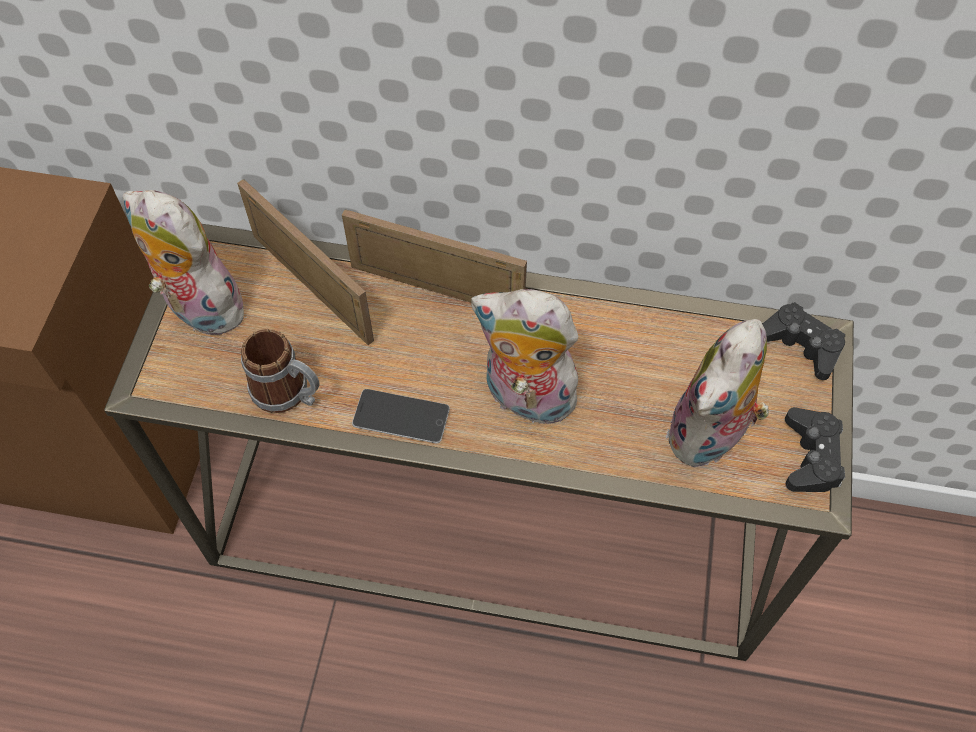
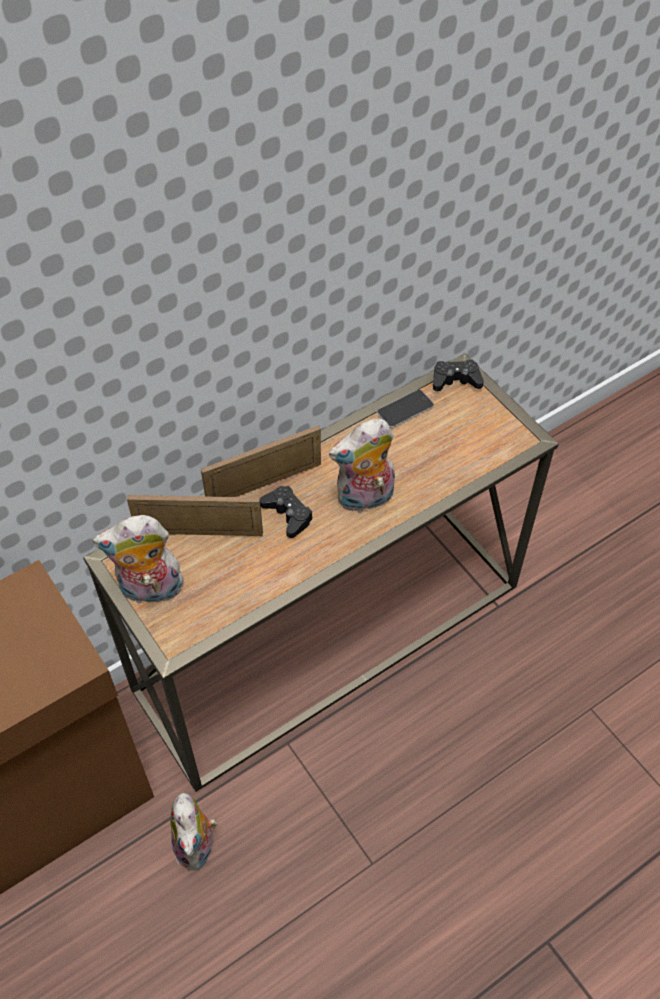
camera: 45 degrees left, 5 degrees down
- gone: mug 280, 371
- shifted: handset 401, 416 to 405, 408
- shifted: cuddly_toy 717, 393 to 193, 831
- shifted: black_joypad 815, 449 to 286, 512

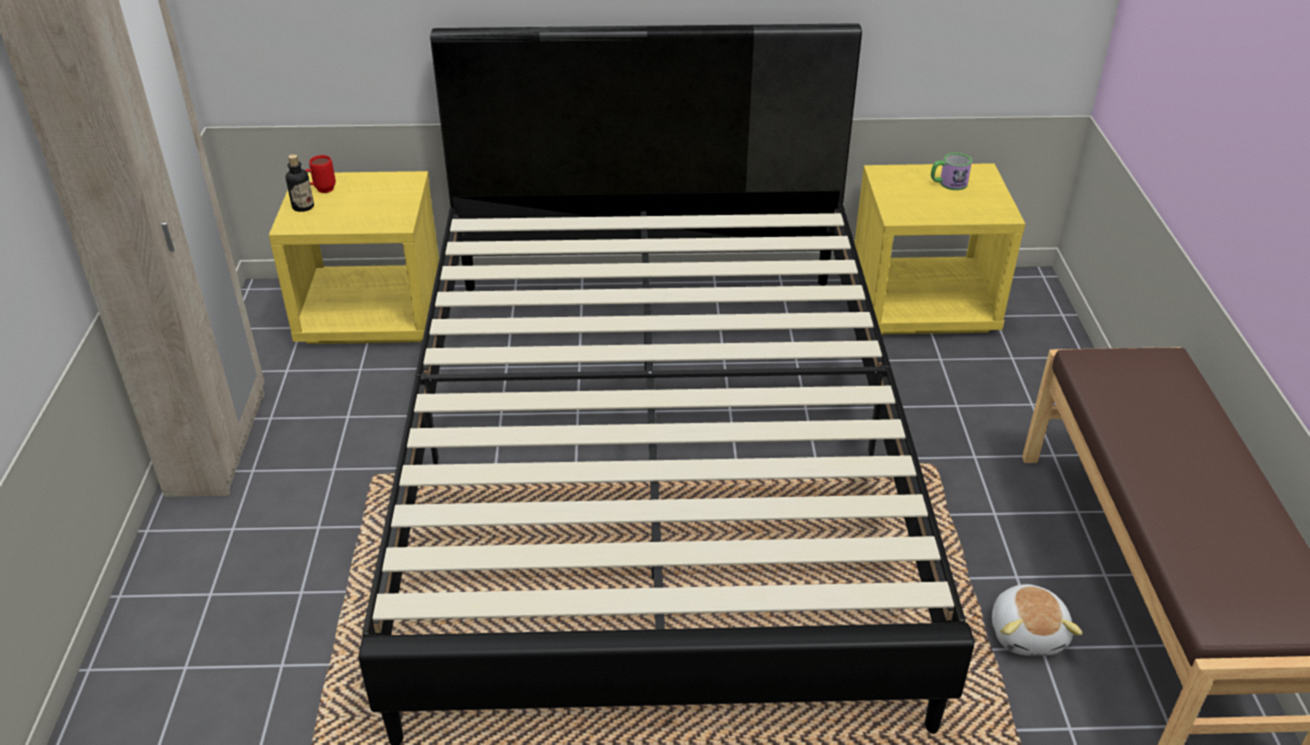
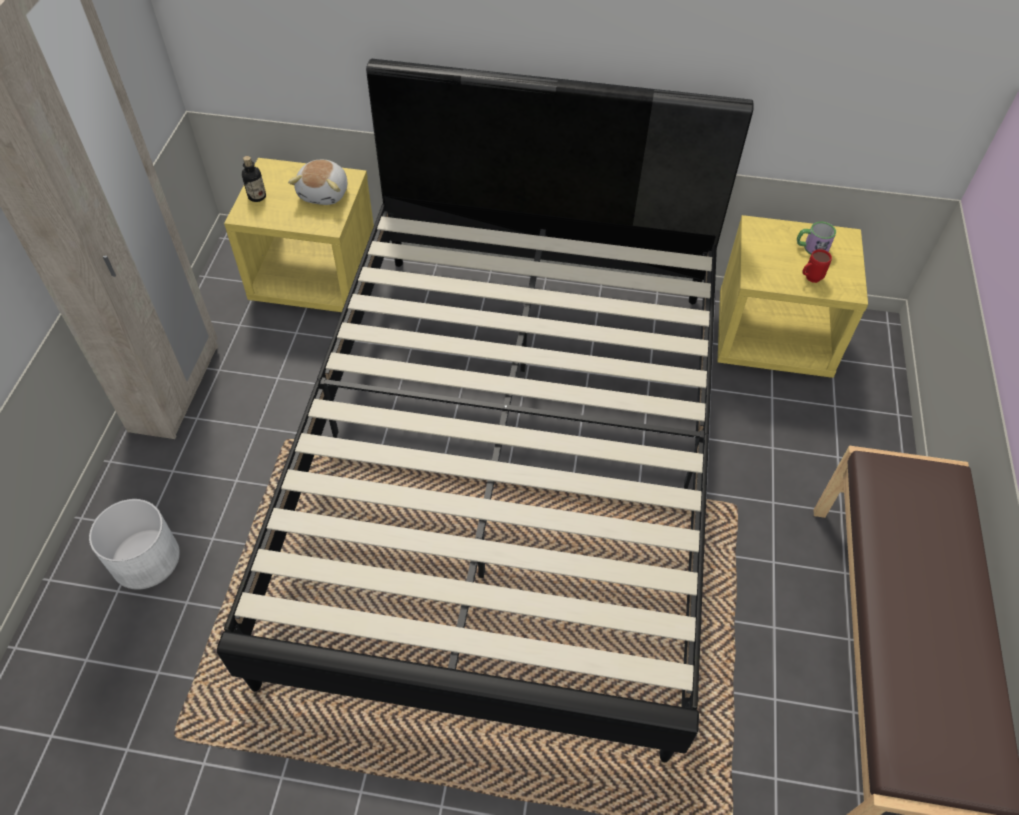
camera: 10 degrees right, 15 degrees up
- new: white-coloured_flower_pot 134, 544
- shifted: red-coloured_mug 320, 174 to 817, 266
- shifted: cuddly_toy 1037, 620 to 317, 182

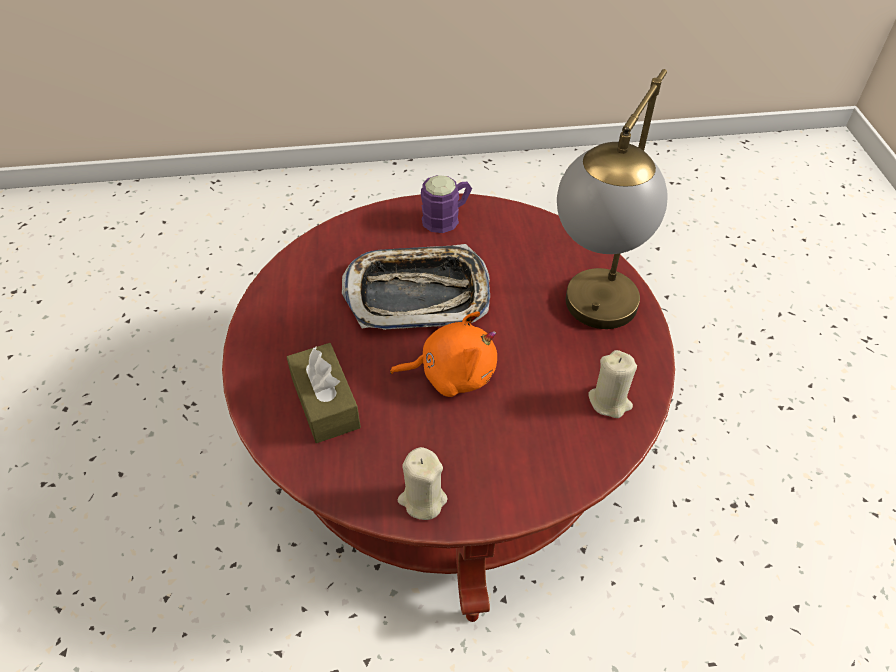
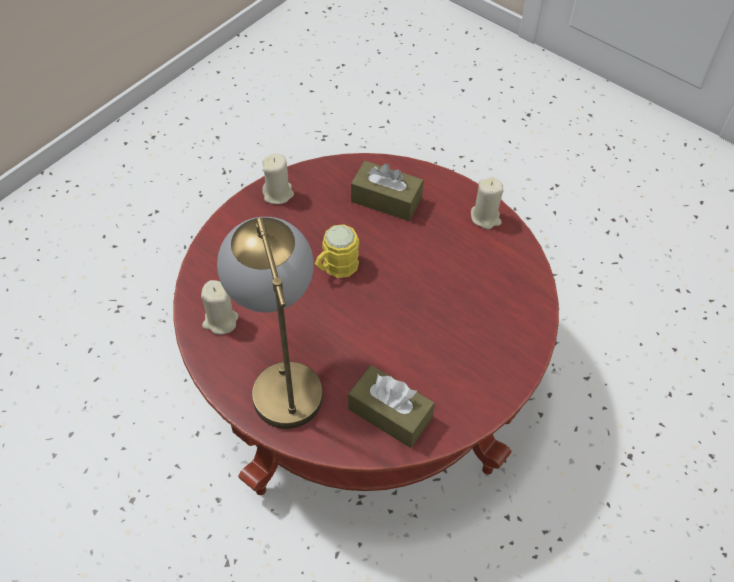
camera: 135 degrees right, 5 degrees up
- gone: carrying_tray 416, 287
- gone: purple_mug 446, 204
- new: brown_box_of_tissues 391, 406
- new: beige_wax_candle 487, 203
- swapped: orangey_cuddly_toy 443, 354 to yellow_mug 337, 251

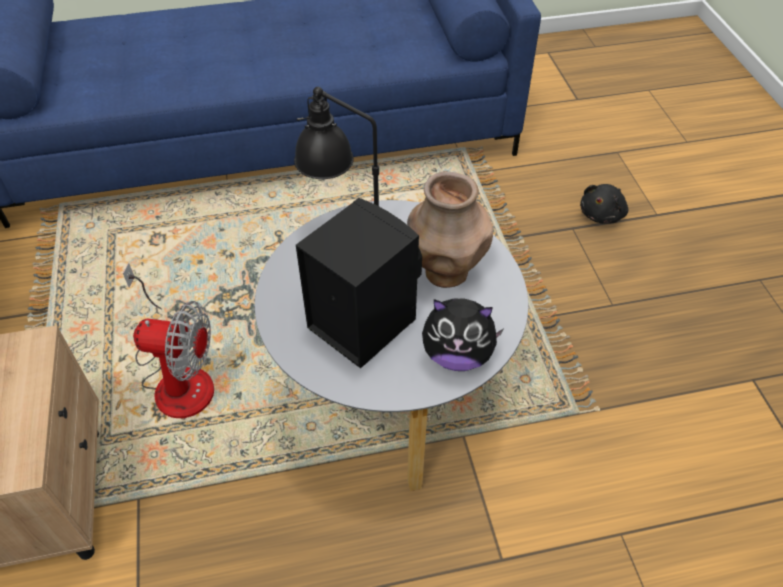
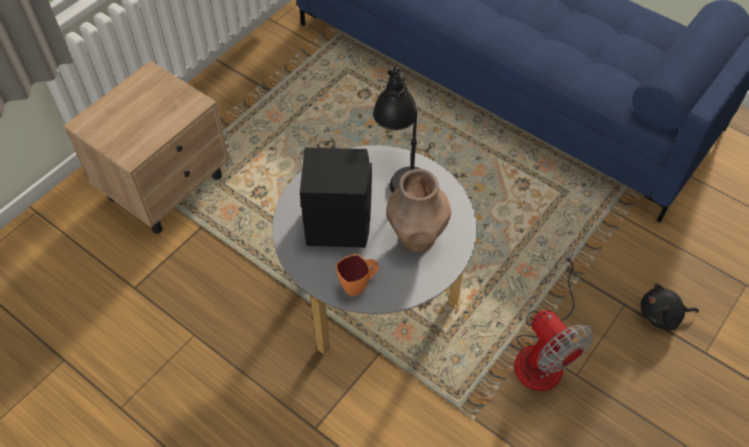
camera: 50 degrees right, 5 degrees up
- shifted: cooling_fan 168, 340 to 554, 320
- swapped: cuddly_toy 463, 334 to orangey_mug 357, 275

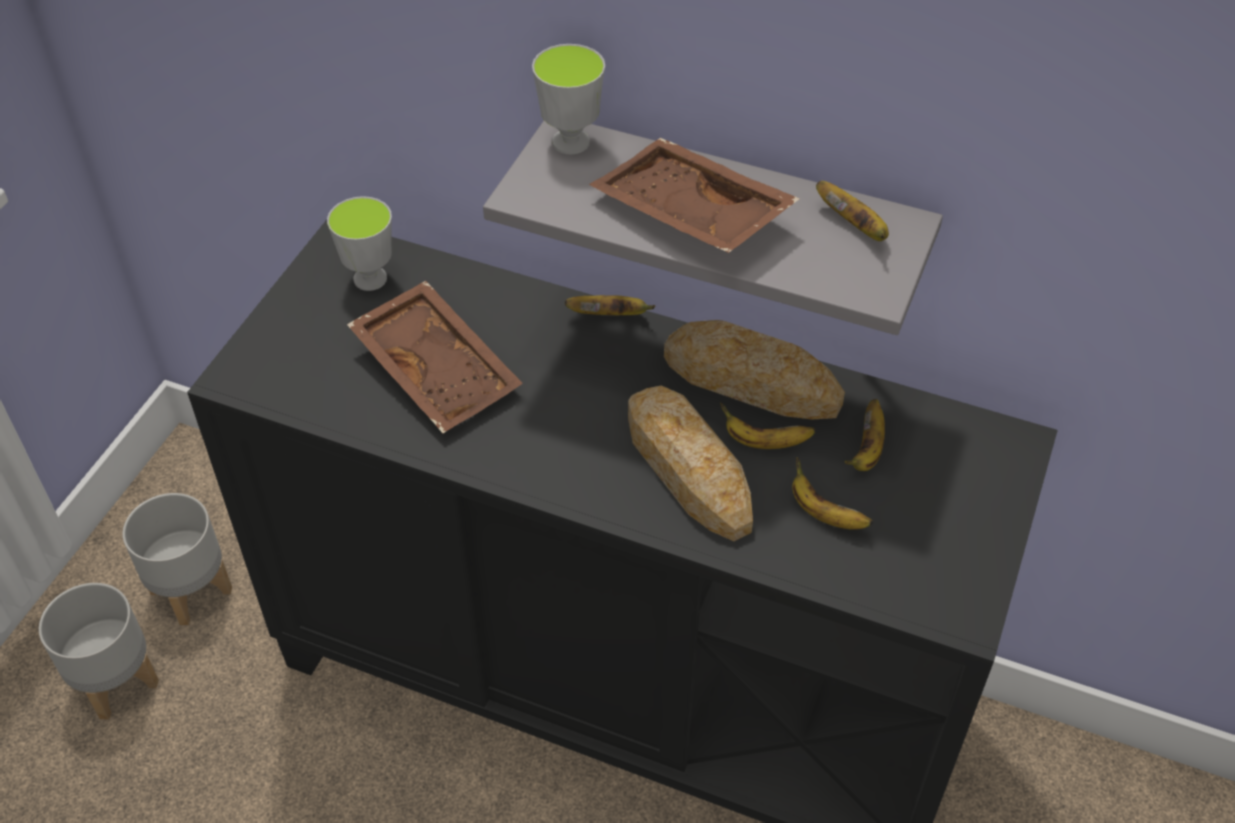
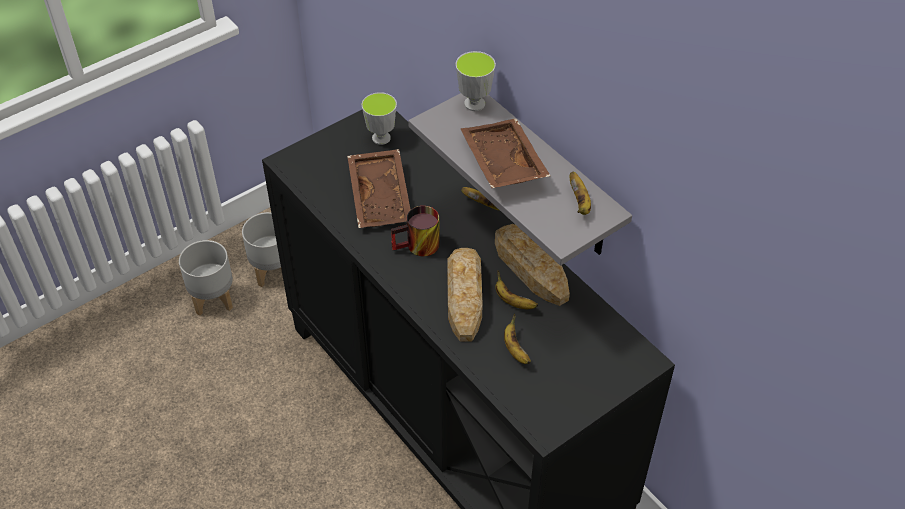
camera: 30 degrees right, 0 degrees up
- gone: whole_banana 865, 435
- new: mug 415, 231

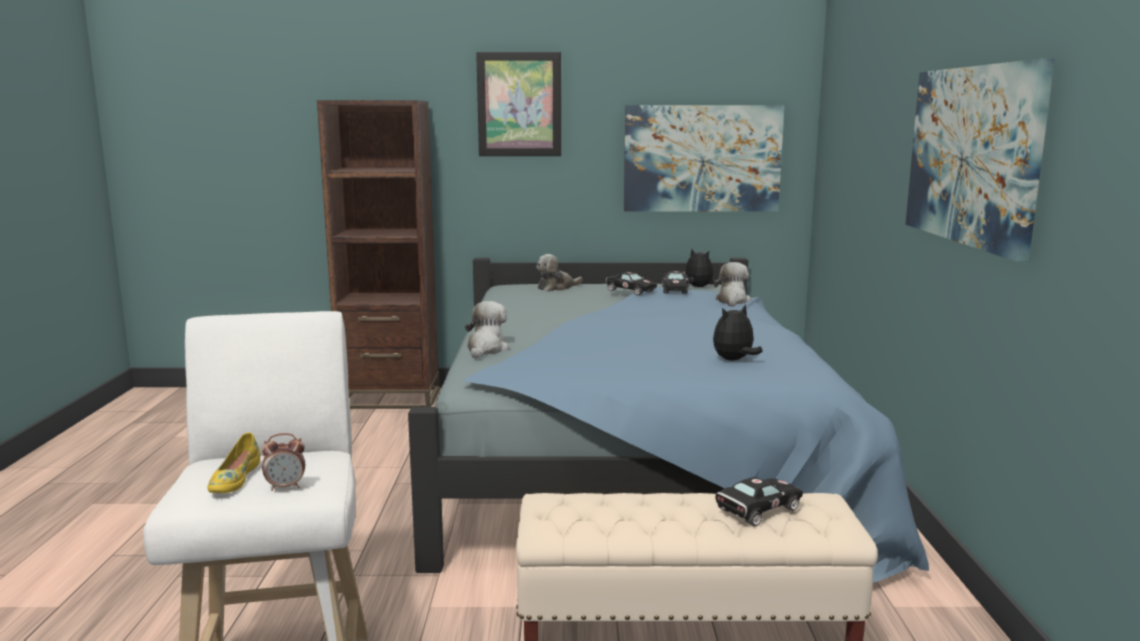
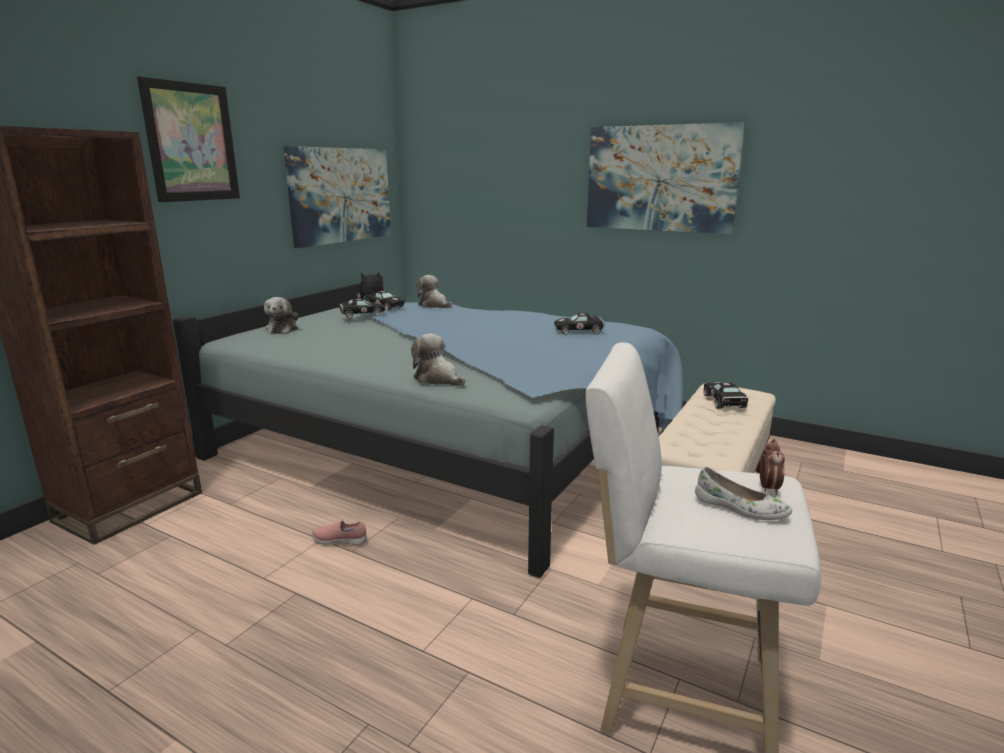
camera: 60 degrees left, 5 degrees up
- new: pinkish_low_shoe 339, 532
- swapped: cuddly_toy 738, 332 to black_toy_car 579, 324
- repainted: yellow_low_shoe 233, 462 to white-coloured_low_shoe 743, 493

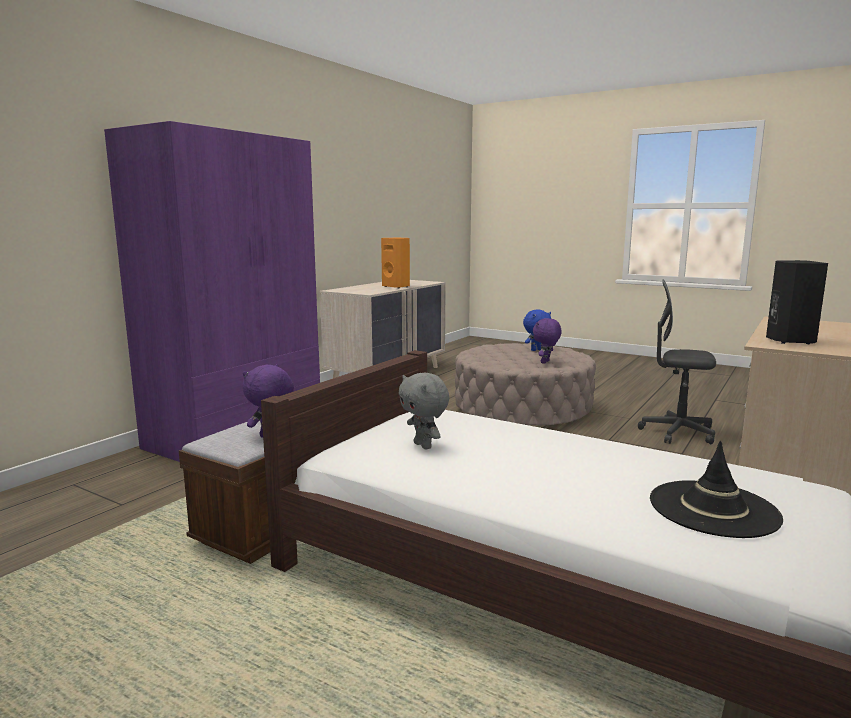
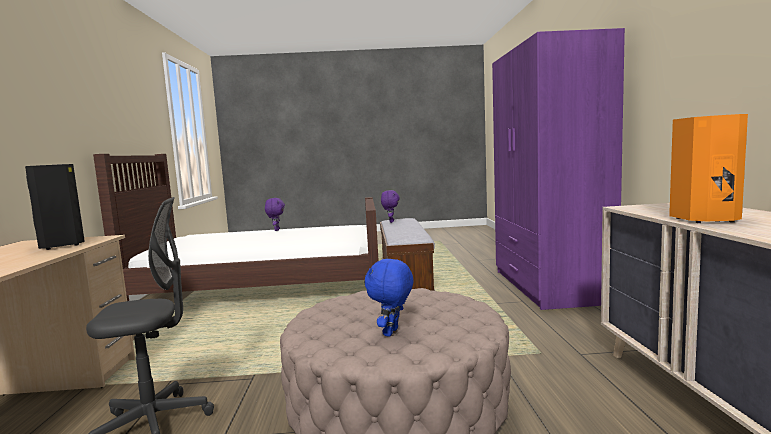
camera: 145 degrees right, 5 degrees down
- gone: greyish_cuddly_toy 424, 411
- gone: black_clothing_hat 716, 489
- shifted: purple_cuddly_toy 547, 341 to 275, 214

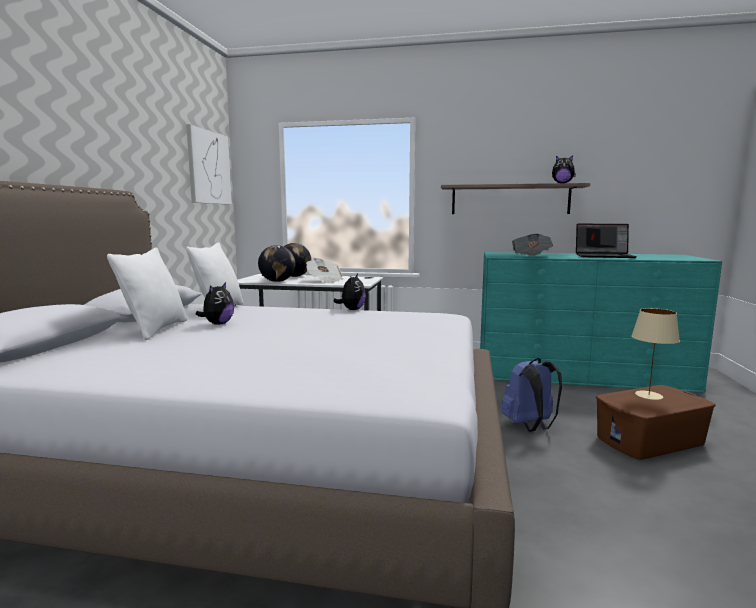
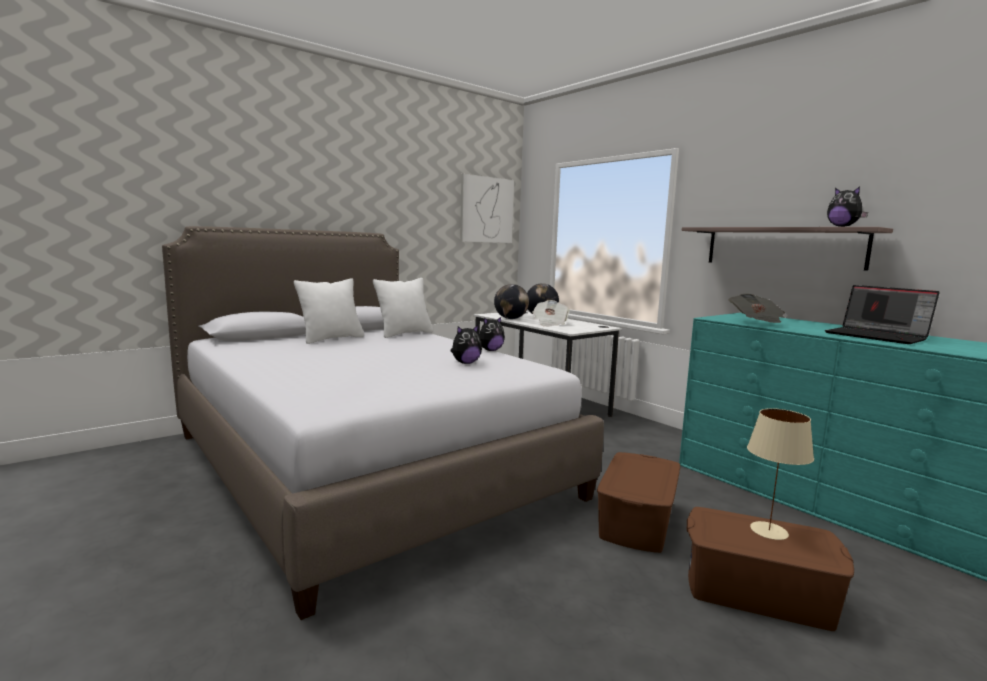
camera: 40 degrees right, 0 degrees up
- shifted: cuddly_toy 215, 303 to 466, 344
- swapped: bluish_rucksack 531, 395 to brown_storage_box 638, 502

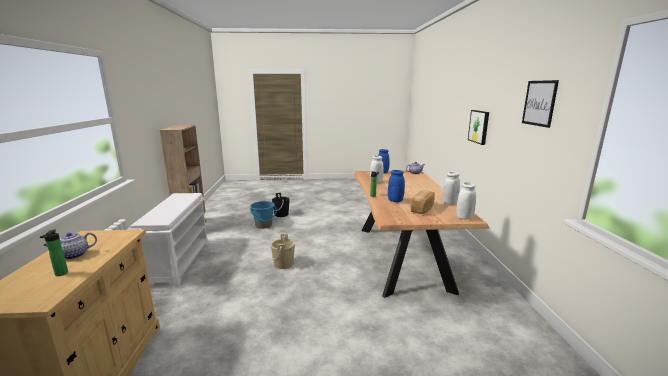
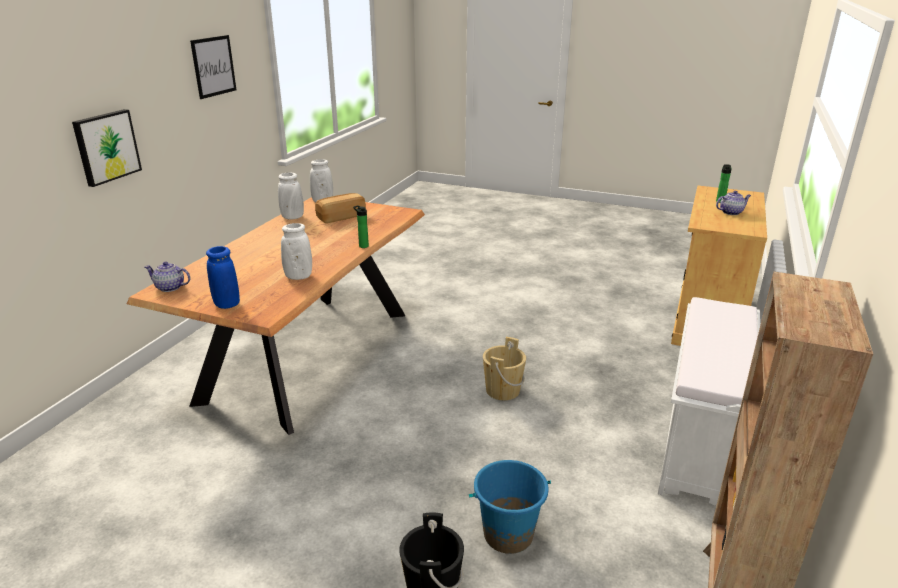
camera: 155 degrees left, 10 degrees up
- gone: bluish_flower_vase 396, 186

